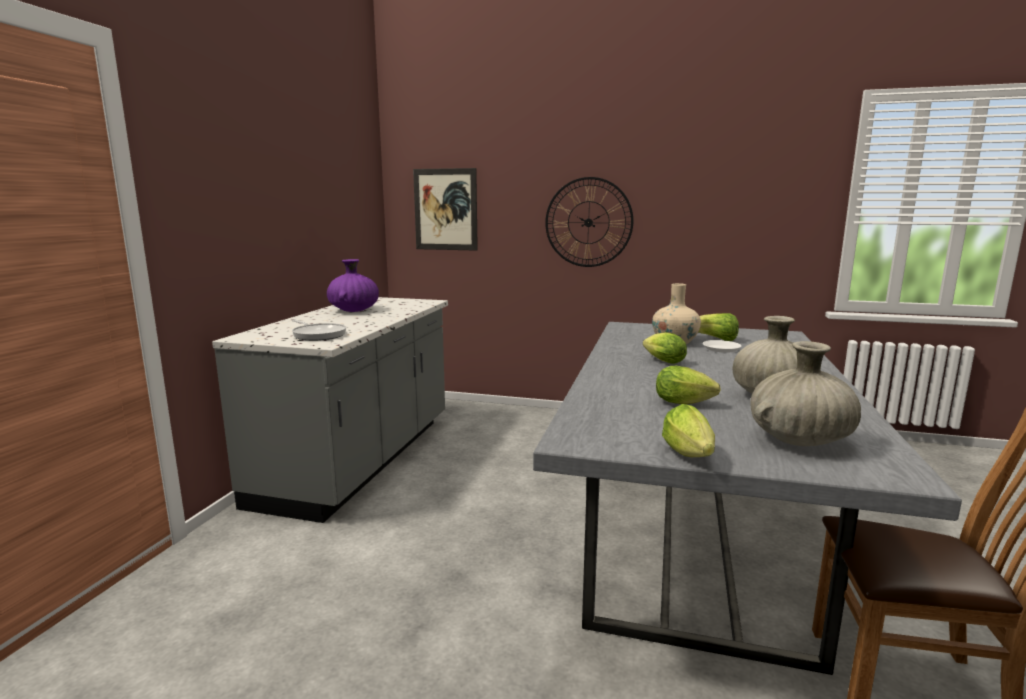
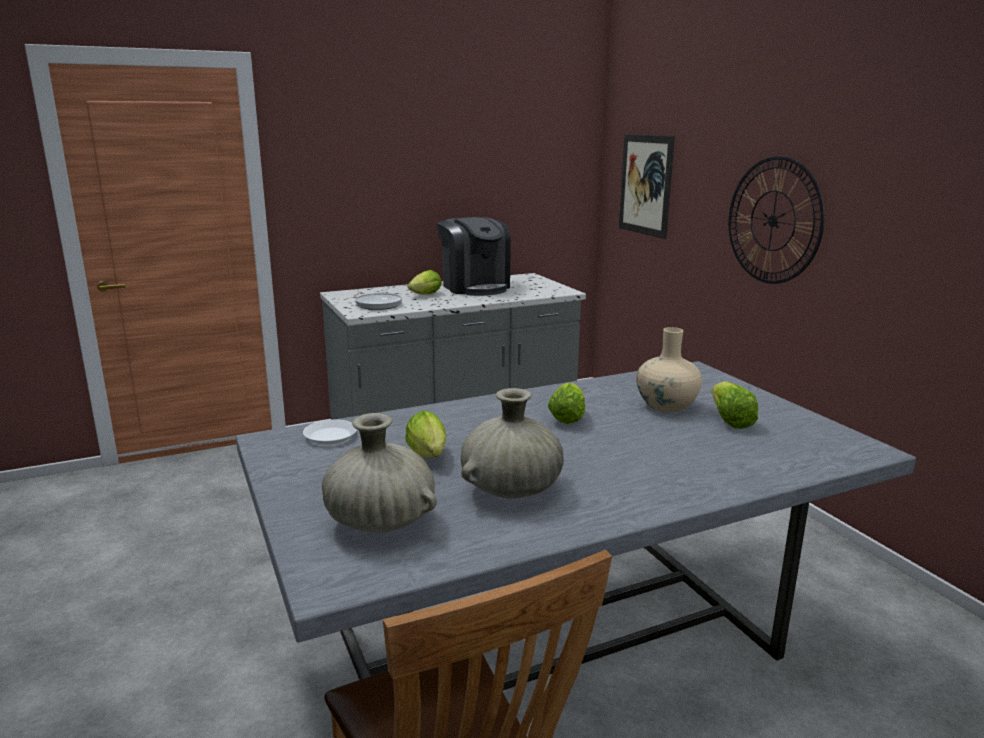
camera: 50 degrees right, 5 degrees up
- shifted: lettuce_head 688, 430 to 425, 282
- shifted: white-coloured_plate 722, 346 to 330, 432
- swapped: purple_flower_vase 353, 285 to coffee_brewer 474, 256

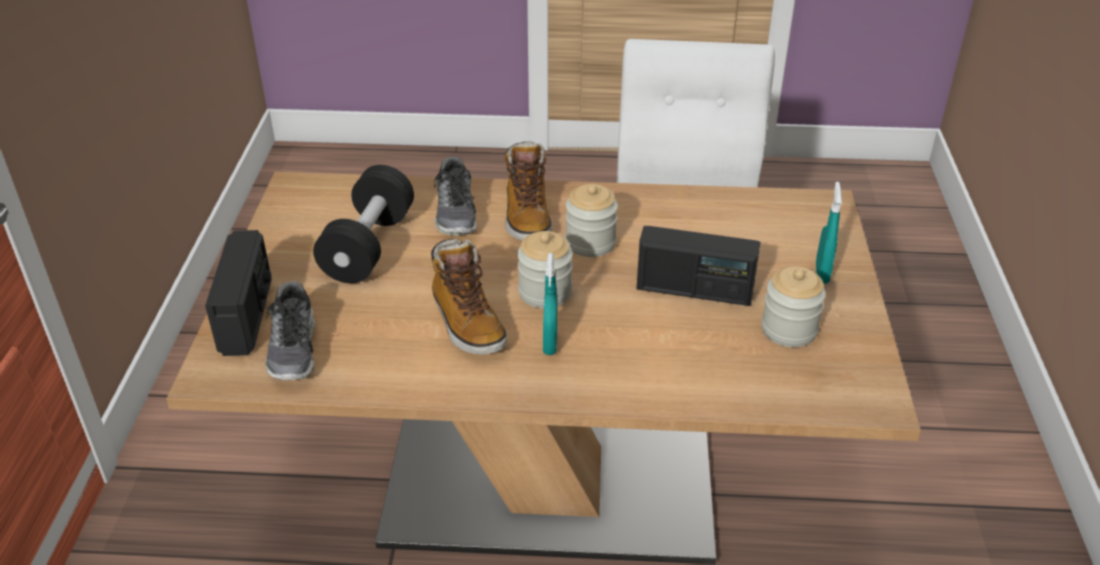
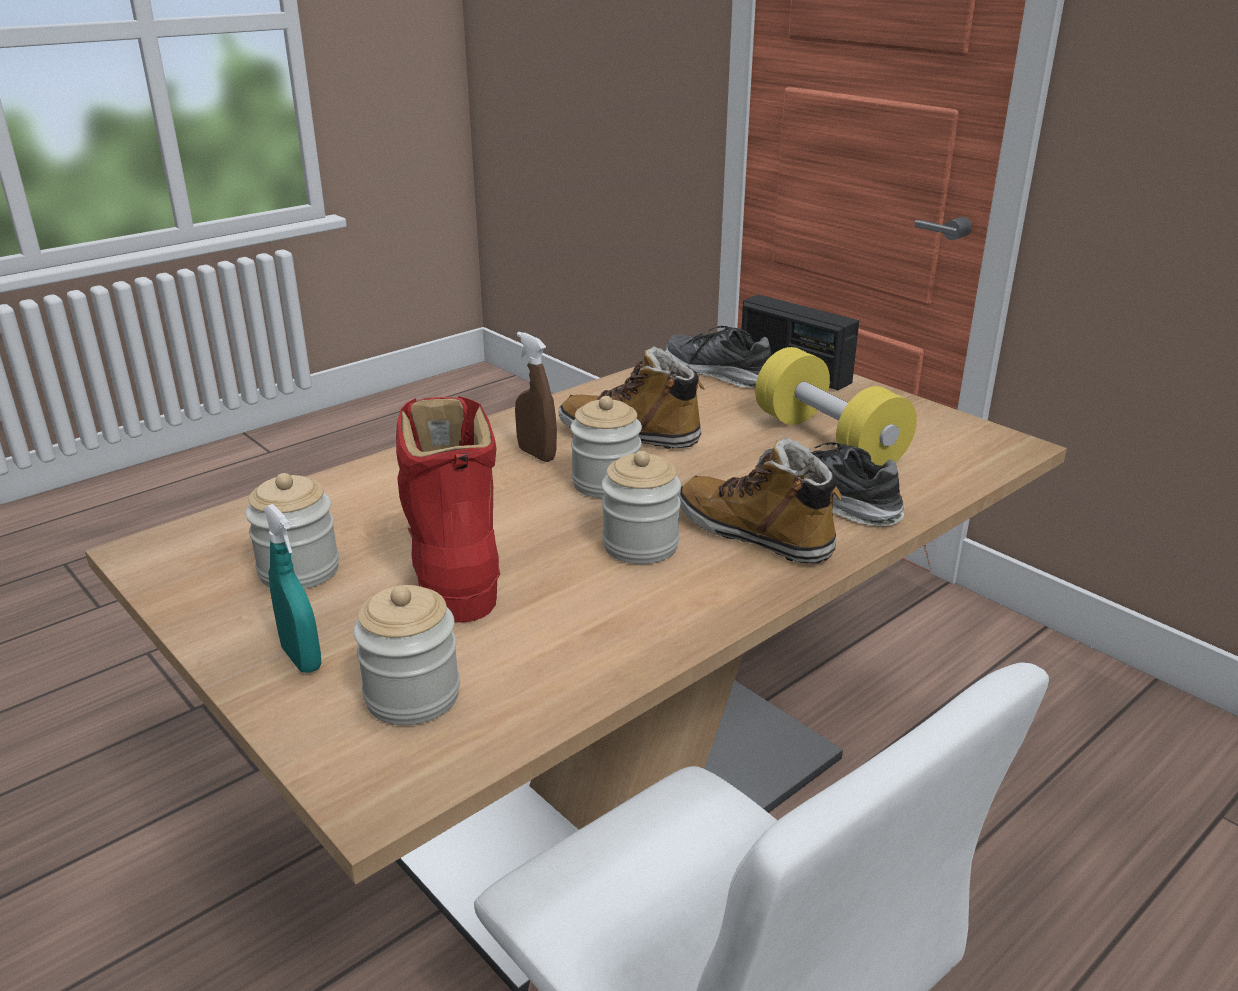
camera: 135 degrees right, 10 degrees down
- new: storage_jar 407, 655
- swapped: radio 698, 266 to red-coloured_boot 448, 509
- repainted: black_hand_weight 363, 224 to yellow_hand_weight 836, 406
- repainted: turquoise-coloured_hand_sprayer 550, 304 to brown_hand_sprayer 536, 397

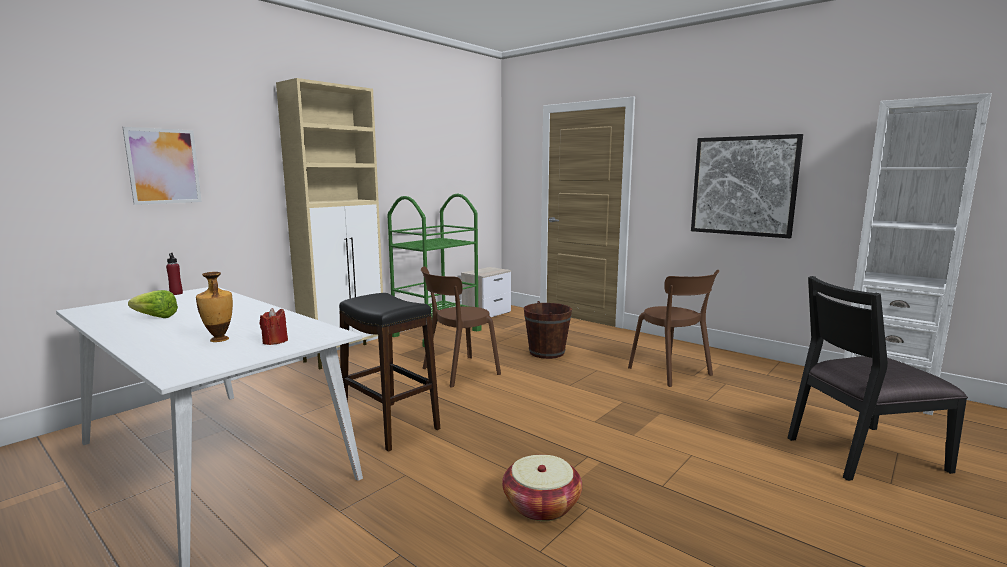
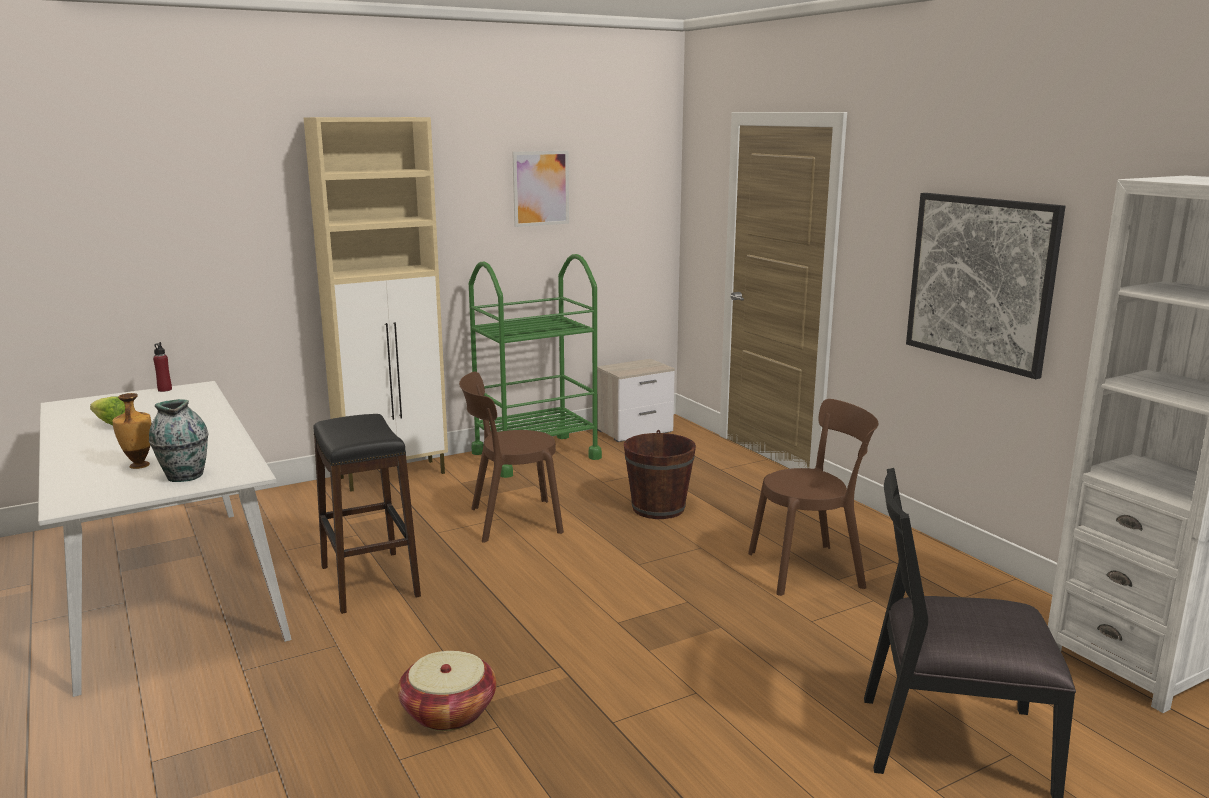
camera: 20 degrees right, 5 degrees up
- shifted: picture 162, 166 to 540, 189
- swapped: red-coloured_wax_candle 274, 326 to flower_vase 178, 440
- rotated: brown_plain_chair 673, 328 = 813, 497 90 degrees counterclockwise

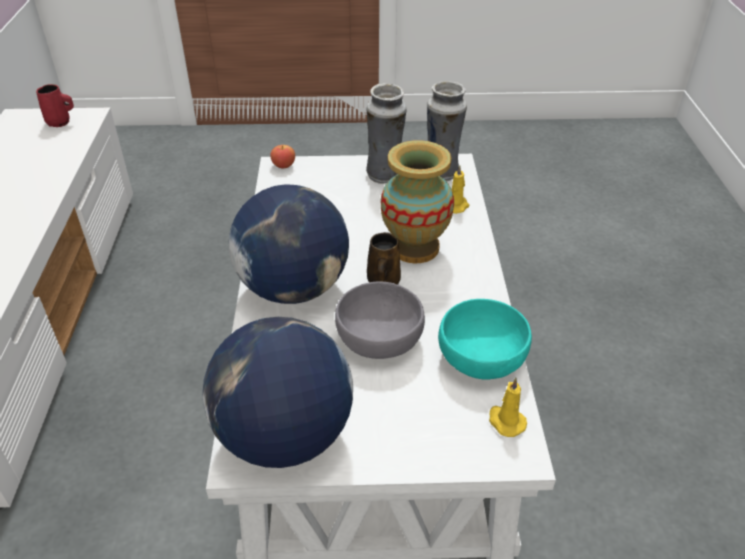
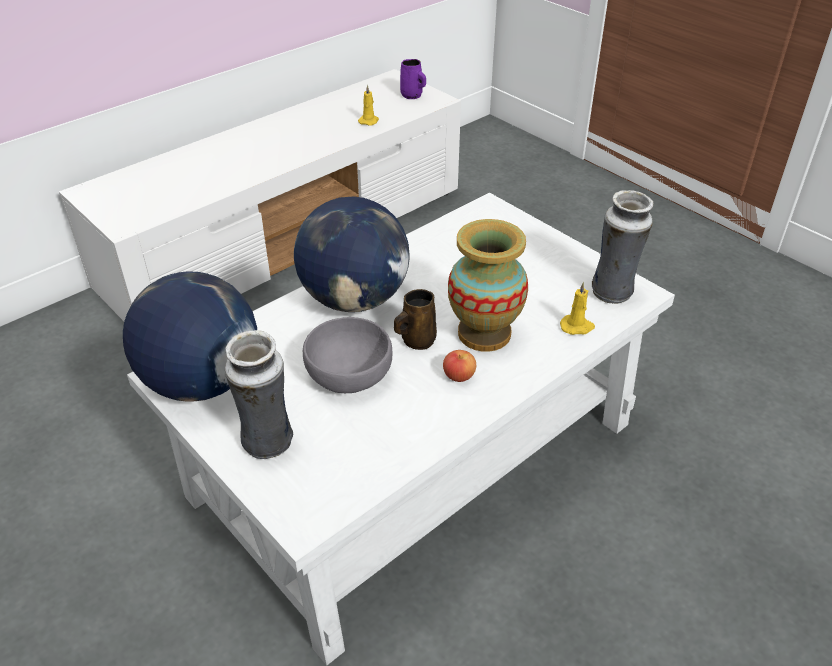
camera: 50 degrees right, 0 degrees up
- gone: turquoise-coloured_bowl 485, 339
- shifted: apple_fruit 282, 156 to 459, 366
- shifted: flower_vase 386, 133 to 259, 394
- shifted: yellow_wax_candle 508, 407 to 368, 105
- repainted: red-coloured_mug 55, 105 to purple_mug 413, 79

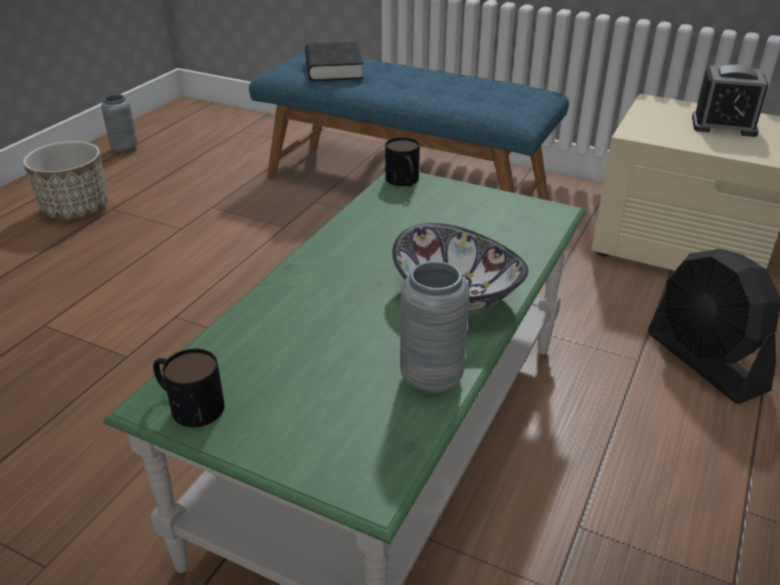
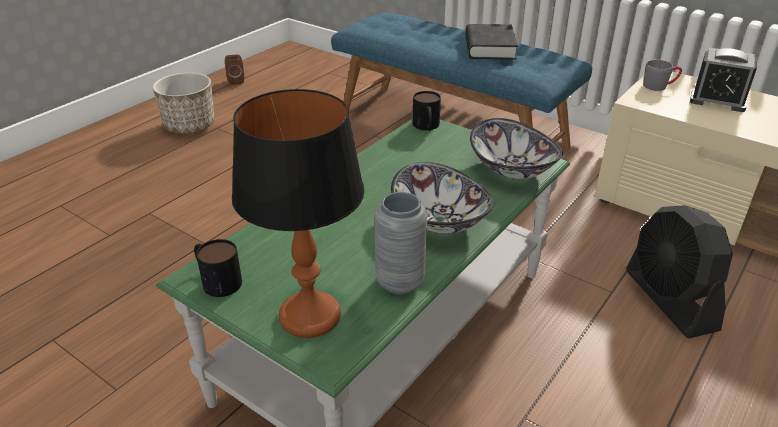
camera: 10 degrees right, 0 degrees up
- new: table_lamp 298, 213
- new: bowl 516, 148
- new: greyish_mug 662, 75
- shifted: black_volume 334, 61 to 491, 42
- swapped: greyish_flower_vase 119, 123 to brown_speaker 234, 69

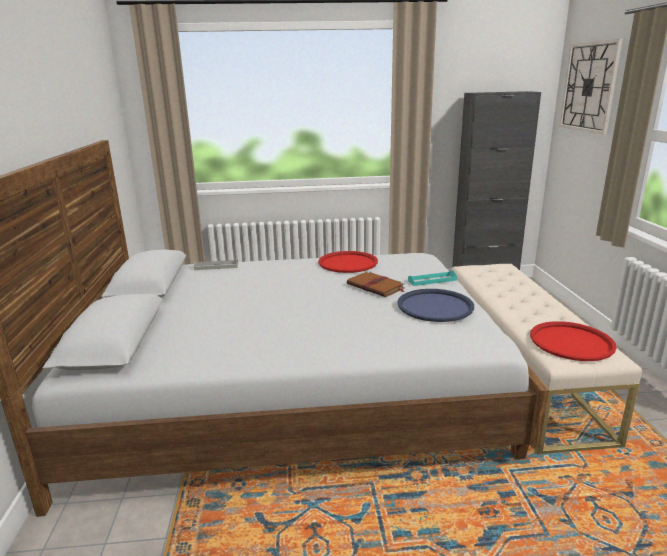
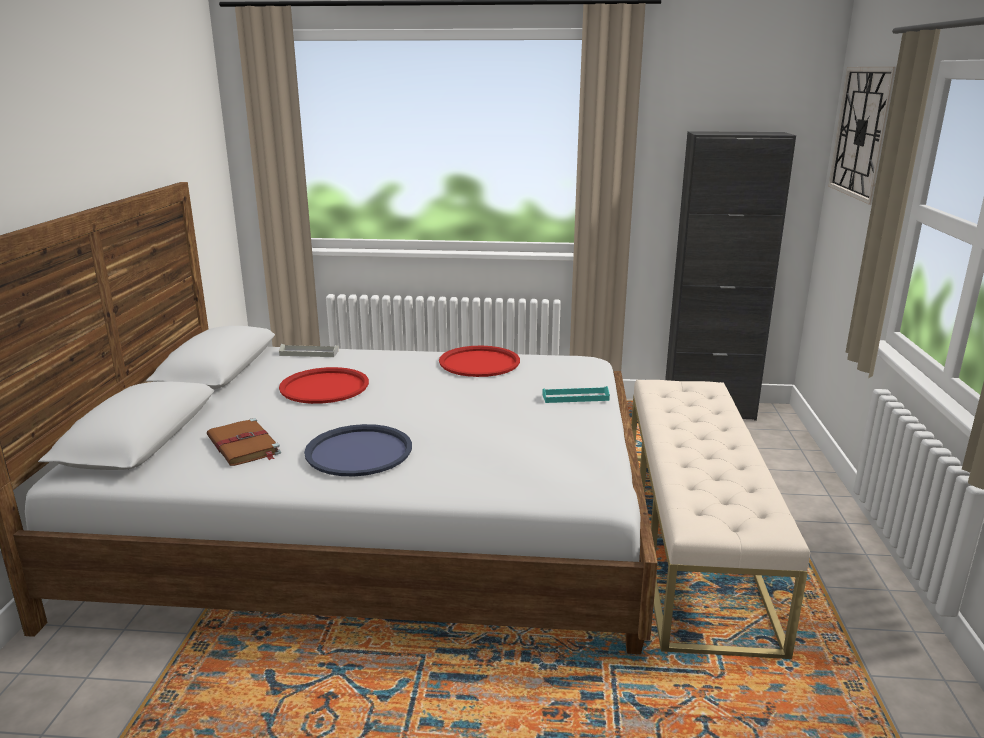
camera: 10 degrees right, 0 degrees up
- shifted: brown_volume 376, 284 to 243, 442
- shifted: bluish_carrying_tray 435, 305 to 358, 450
- shifted: red-coloured_carrying_tray 573, 341 to 324, 385

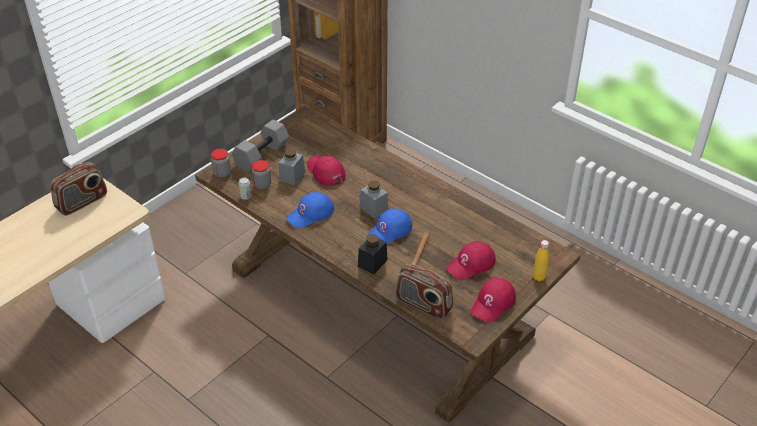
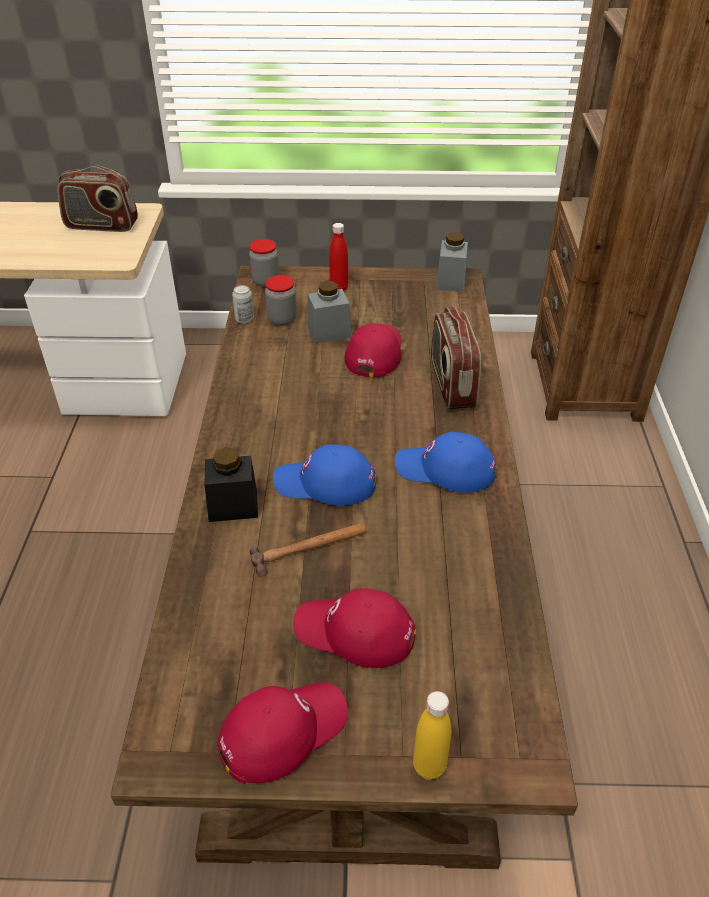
camera: 50 degrees right, 0 degrees up
- shifted: bluish_peaked_cap 310, 210 to 446, 462
- shifted: greyish_storage_jar 374, 200 to 452, 262
- shifted: radio 424, 291 to 456, 358
- swapped: greyish_hand_weight 260, 146 to red-coloured_drink_bottle 338, 257
- rotated: red-coloured_peaked_cap 493, 300 = 283, 733 150 degrees clockwise

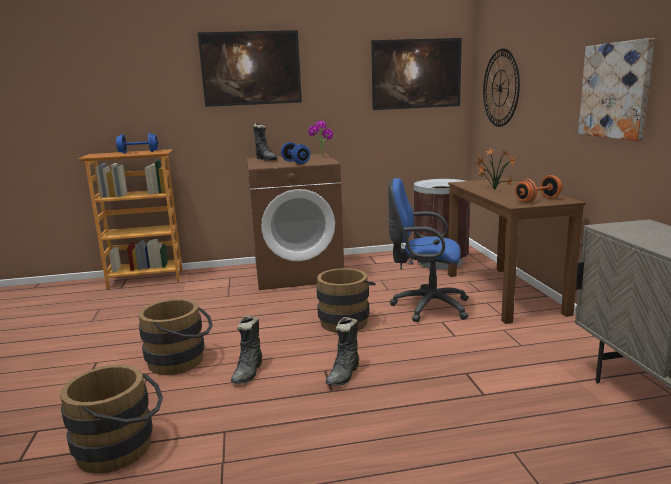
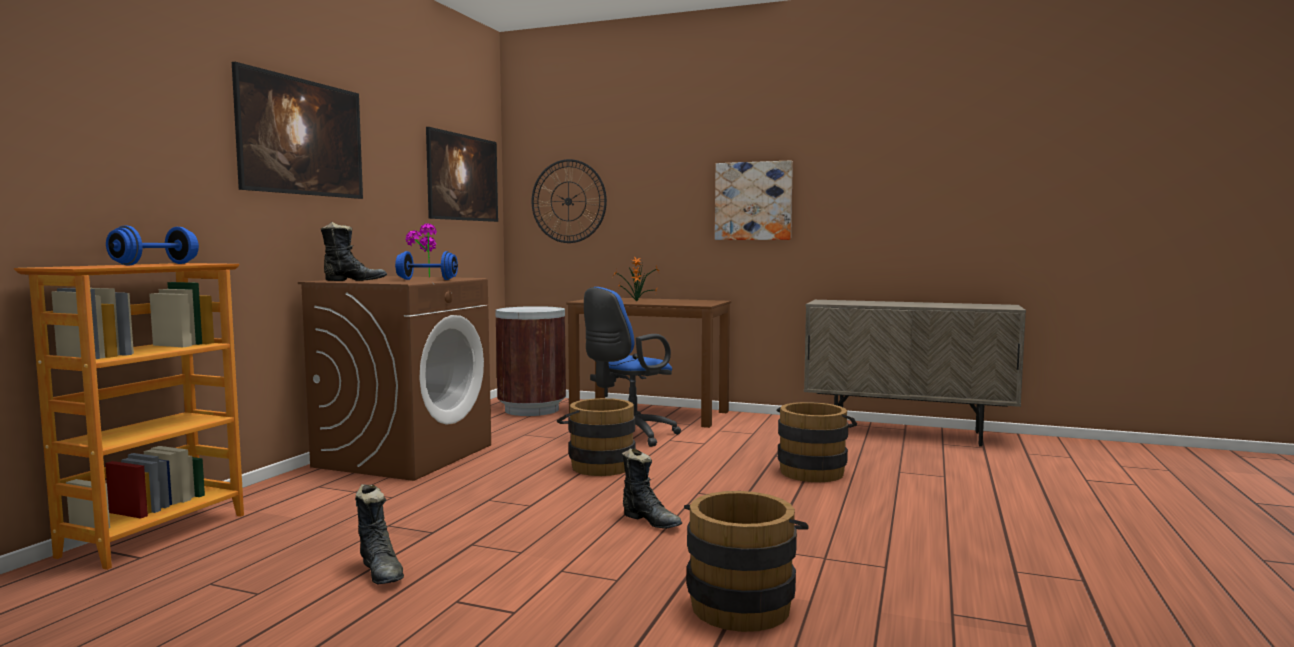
camera: 60 degrees left, 10 degrees down
- gone: orangey_hand_weight 538, 189
- shifted: brown_pail 175, 337 to 817, 442
- shifted: black_boot 342, 351 to 379, 534

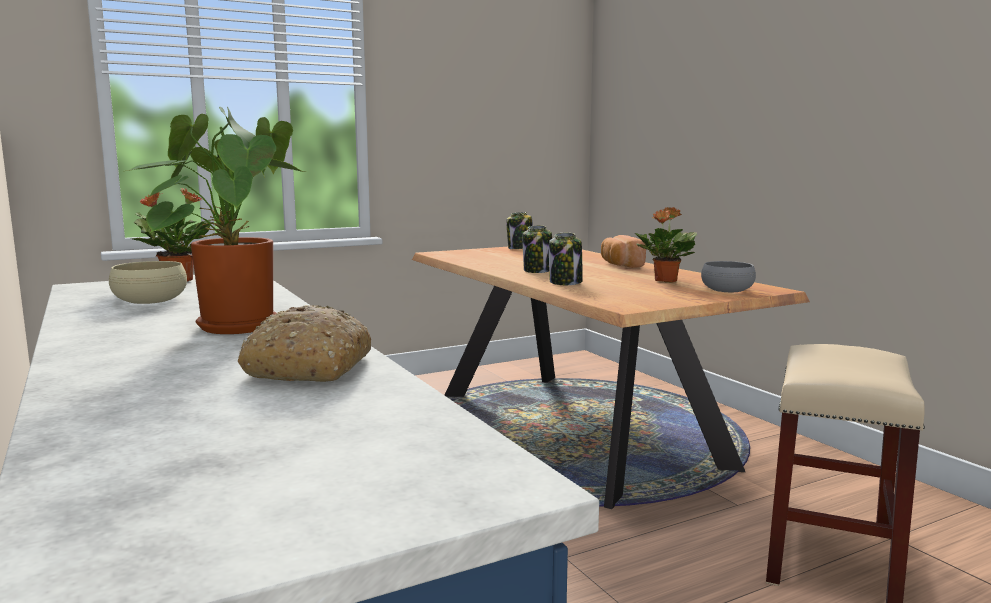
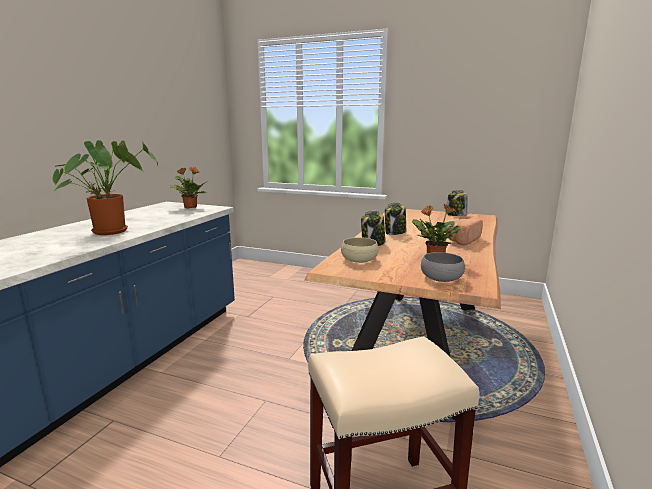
camera: 50 degrees right, 5 degrees up
- gone: baked_bread 304, 343
- shifted: beige_bowl 148, 282 to 359, 250

